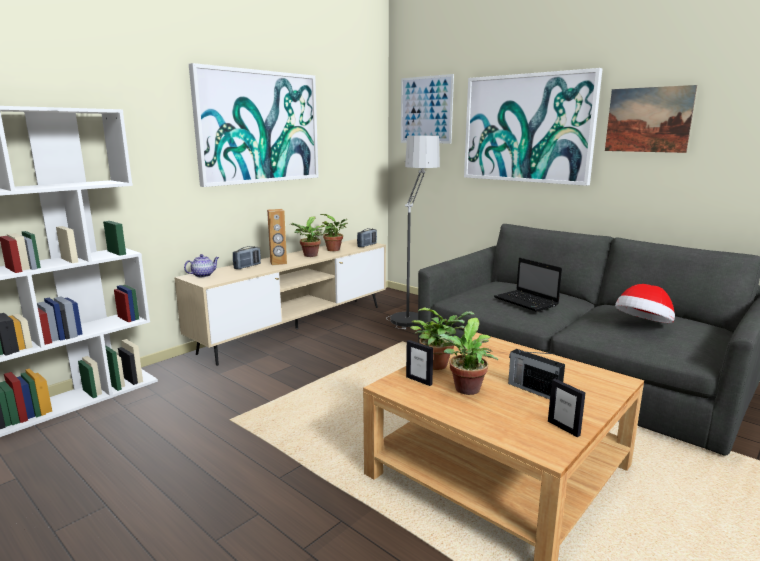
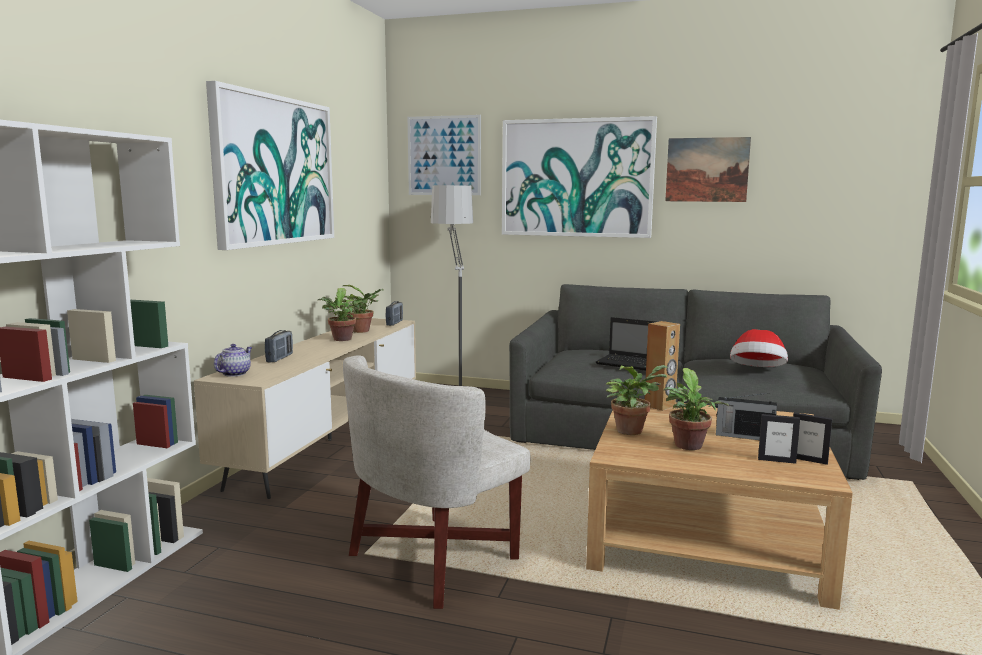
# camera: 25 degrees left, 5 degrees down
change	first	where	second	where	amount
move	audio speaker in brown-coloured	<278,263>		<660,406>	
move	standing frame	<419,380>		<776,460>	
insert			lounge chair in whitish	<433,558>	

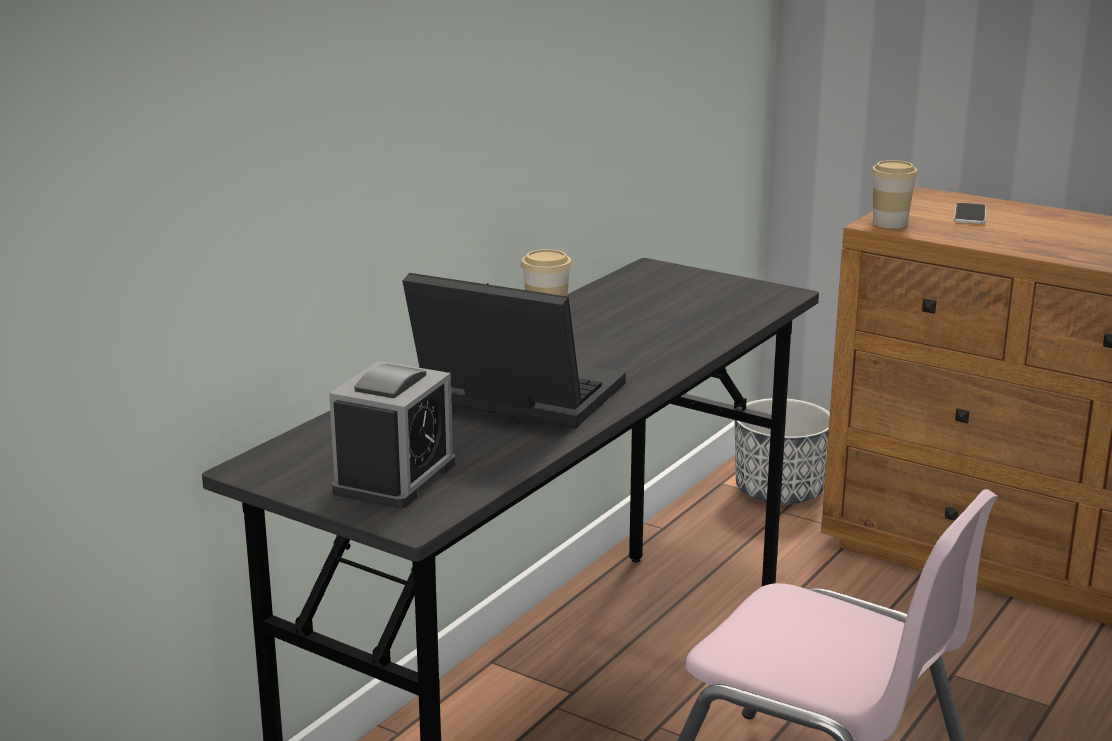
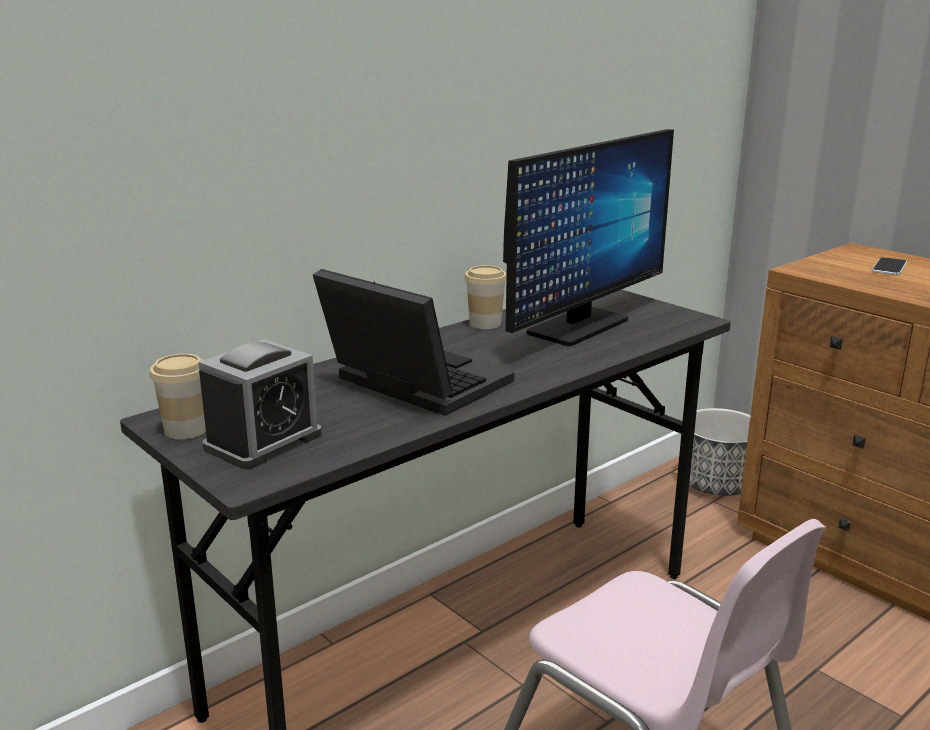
# camera: 15 degrees right, 0 degrees up
change	first	where	second	where	amount
move	drinking cup	<890,223>		<186,430>	
insert			computer screen	<578,327>	

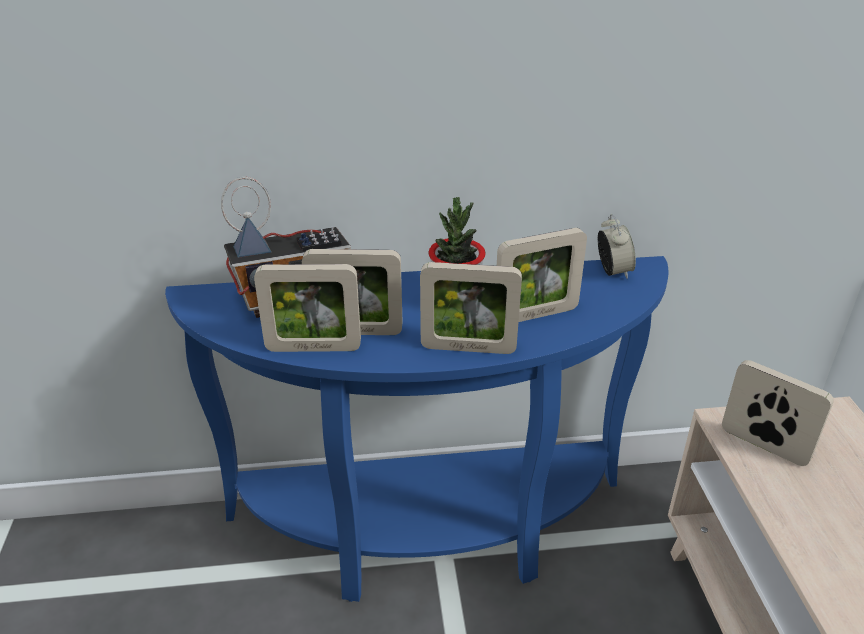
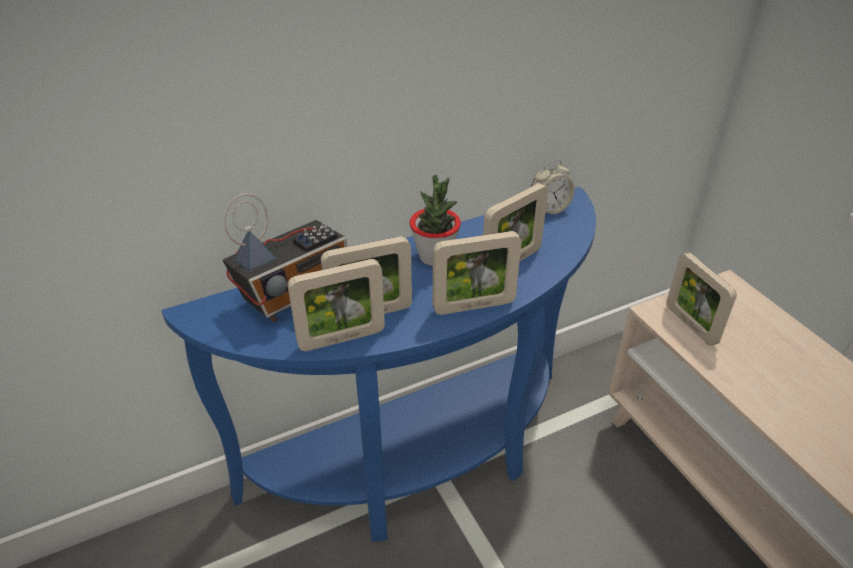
# camera: 20 degrees left, 5 degrees up
change	first	where	second	where	amount
rotate	alarm clock	<612,271>		<549,209>	90 degrees clockwise
rotate	standing frame	<763,445>		<690,325>	135 degrees counterclockwise

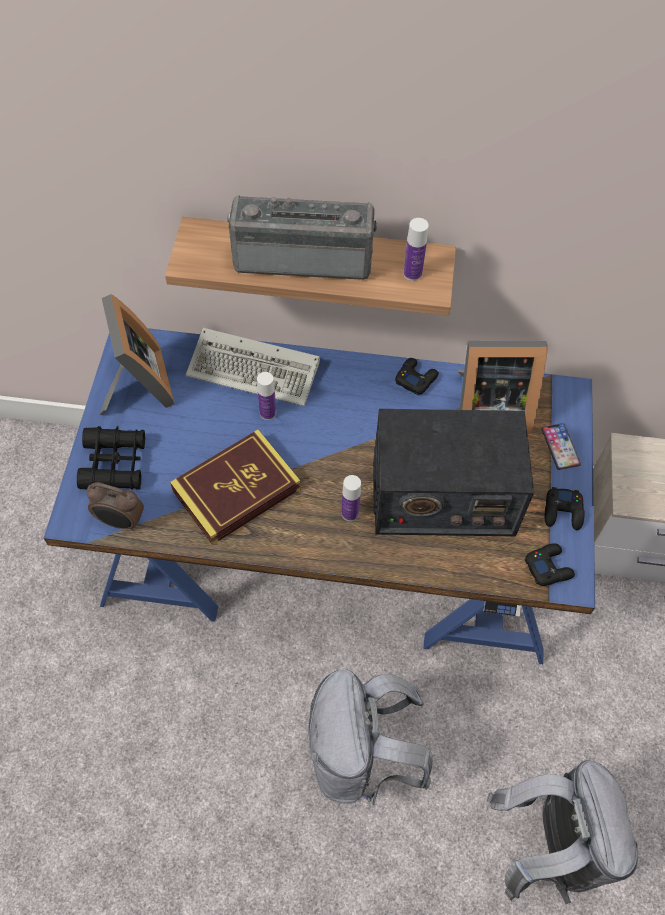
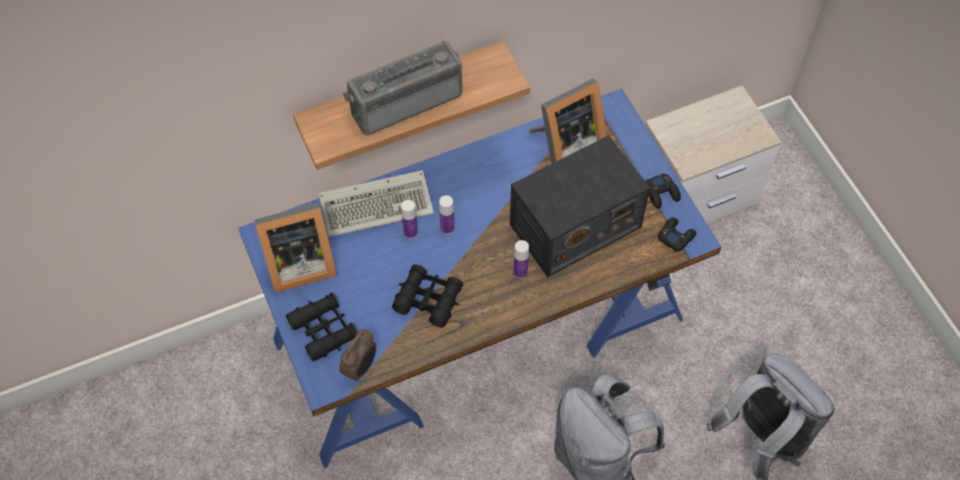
# camera: 30 degrees left, 0 degrees up
change	first	where	second	where	amount
move	bottle	<412,273>		<447,228>	
rotate	standing frame	<138,386>		<297,264>	120 degrees clockwise
delete	joypad in blackish	<415,378>			
delete	handset	<560,447>			
replace	bound book	<236,490>	field glasses in blackish	<428,299>	
rotate	alarm clock	<121,522>		<361,368>	45 degrees counterclockwise

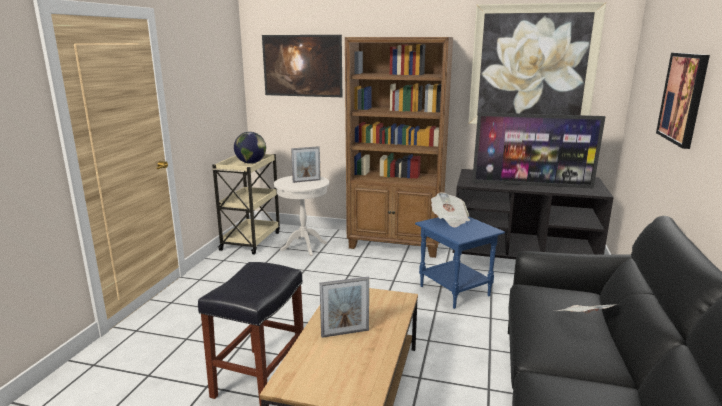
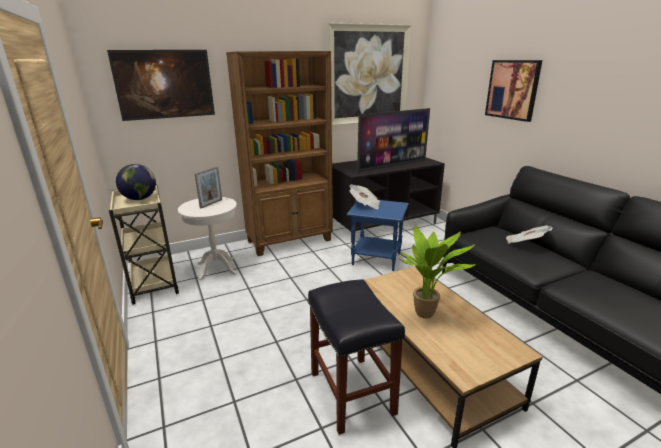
# camera: 40 degrees left, 5 degrees up
change	first	where	second	where	amount
replace	standing frame	<345,333>	plant in a pot	<428,314>	

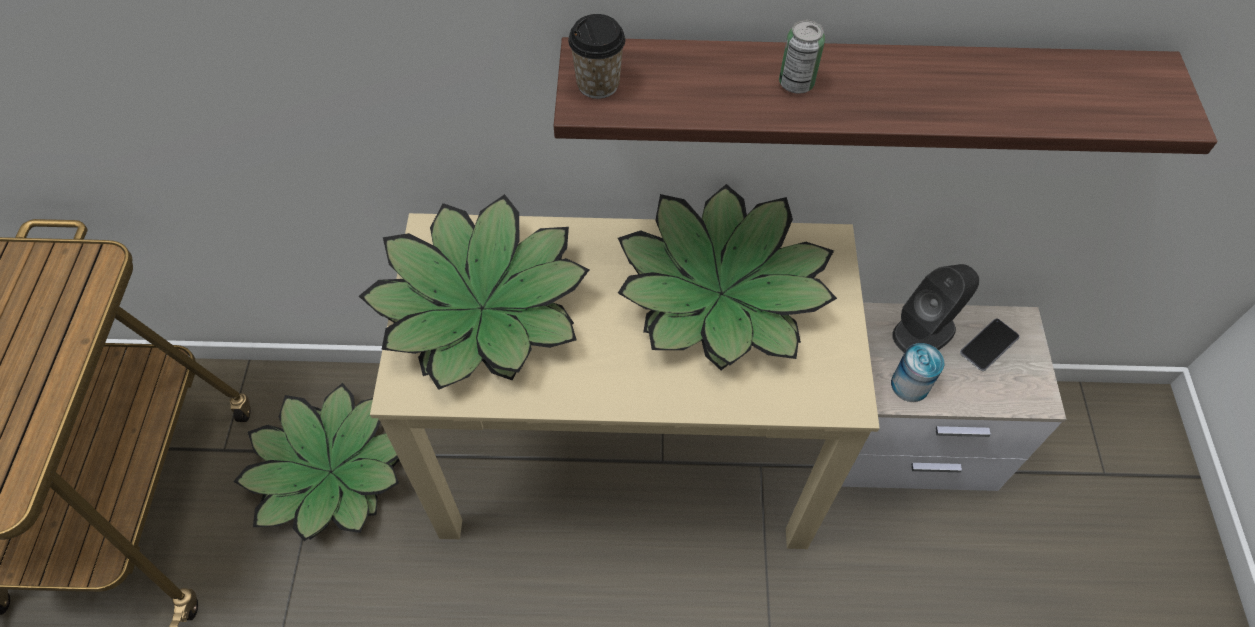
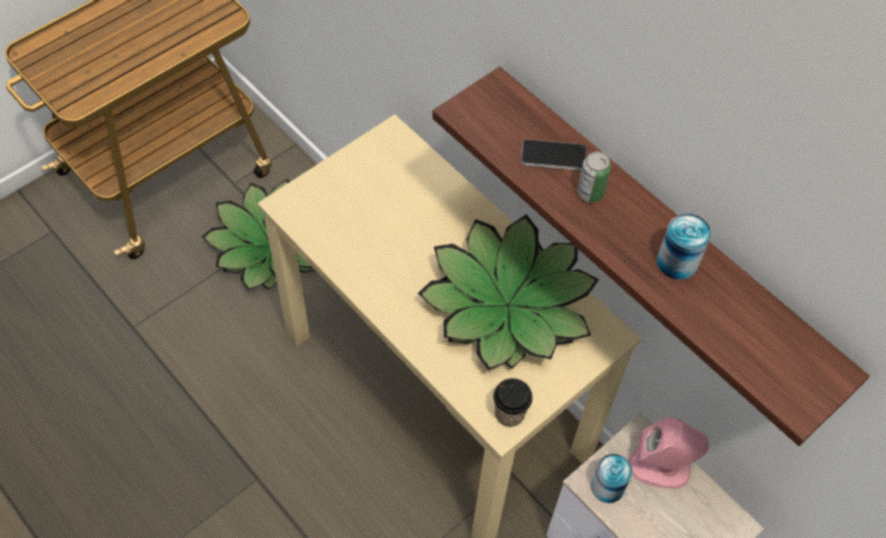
# camera: 45 degrees right, 0 degrees up
change	first	where	second	where	amount
move	drinking cup	<598,84>		<509,414>	
delete	plant in a pot	<481,308>			
recolor	audio speaker in greyish	<924,331>	audio speaker in pink	<660,467>	
move	handset	<989,345>		<553,156>	
insert			can	<677,262>	

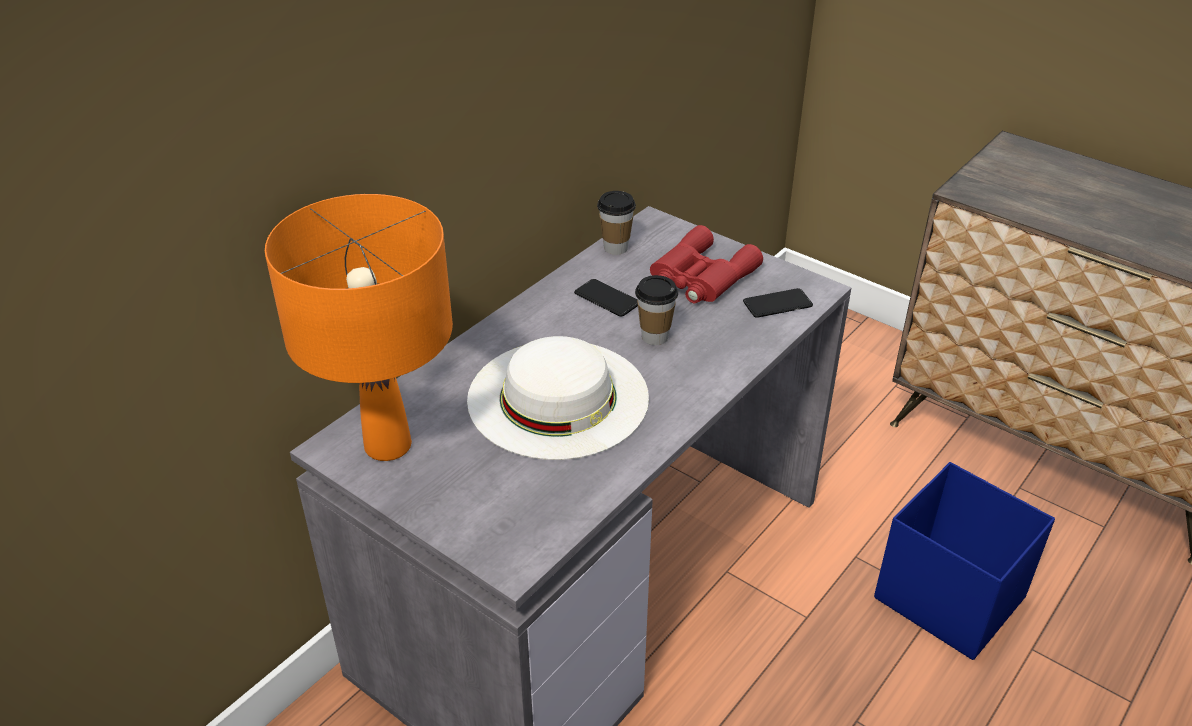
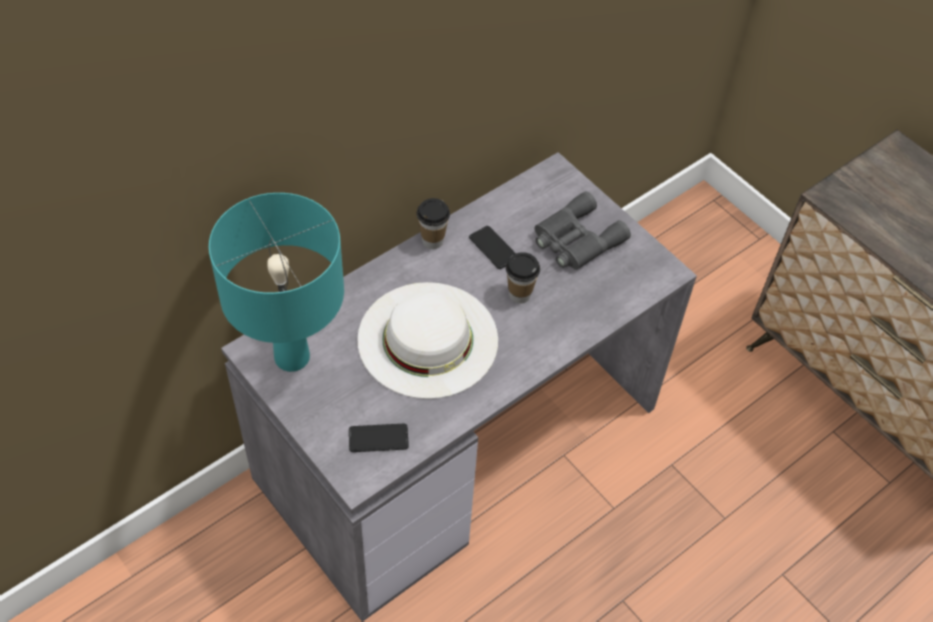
# camera: 10 degrees right, 15 degrees up
change	first	where	second	where	amount
move	drinking cup	<615,248>		<432,241>	
recolor	table lamp in orange	<388,446>	table lamp in blue-green	<292,358>	
recolor	field glasses in red-coloured	<700,277>	field glasses in greyish	<575,240>	
move	handset	<777,304>		<378,438>	
delete	storage box in bluish	<947,597>			

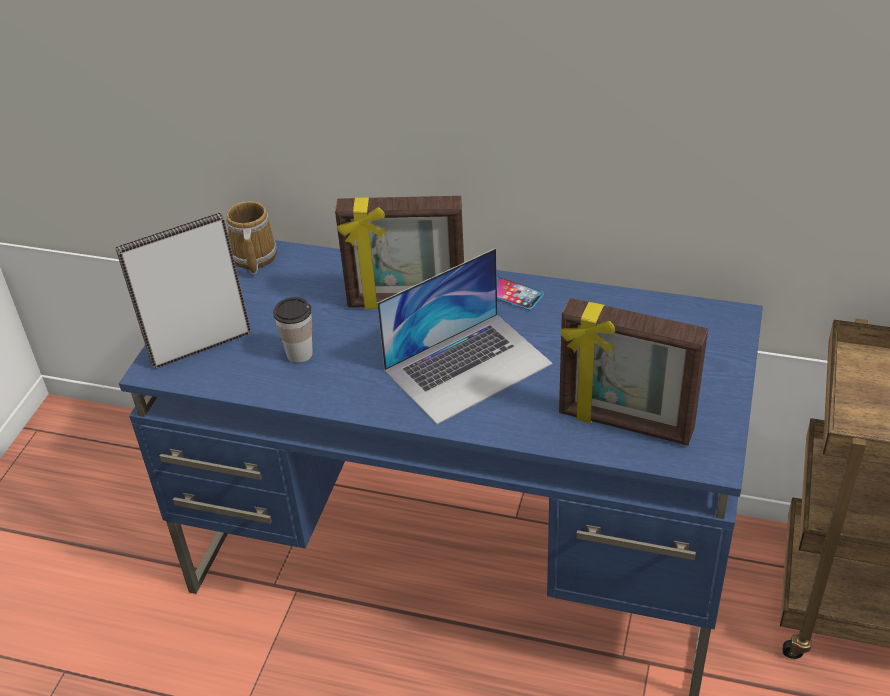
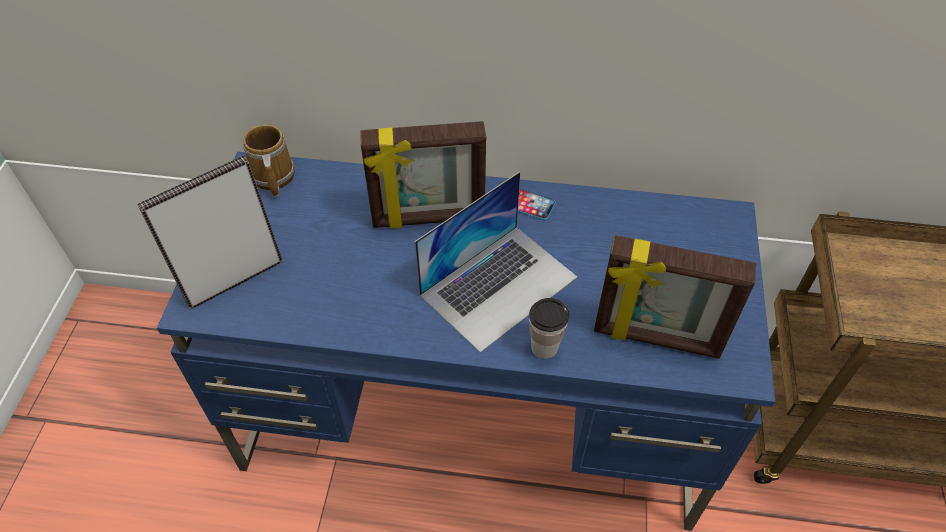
# camera: 10 degrees left, 10 degrees up
change	first	where	second	where	amount
move	drinking cup	<299,354>		<544,347>	

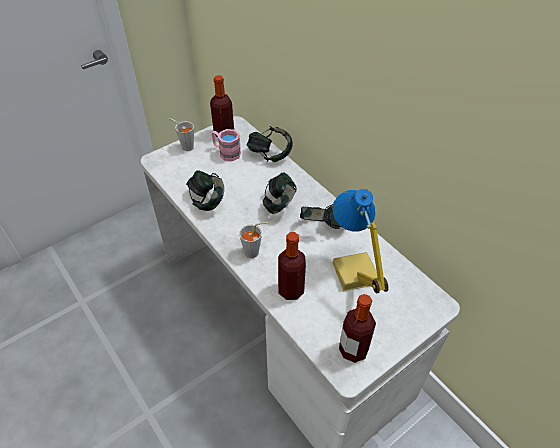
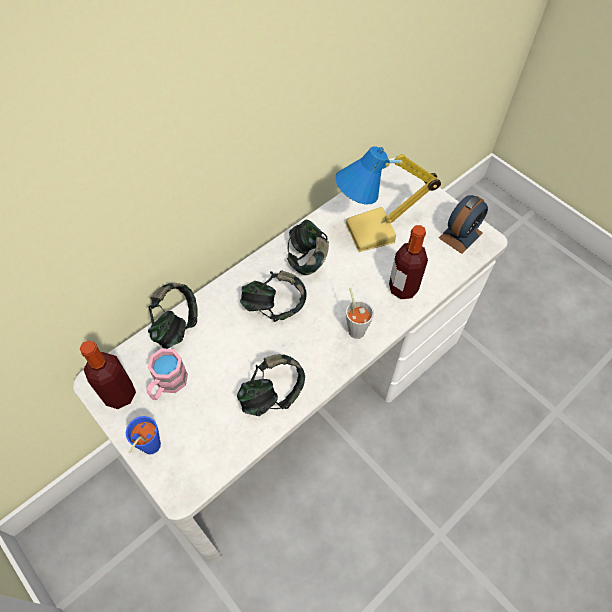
# camera: 95 degrees left, 10 degrees up
change	first	where	second	where	amount
recolor	drinking cup in greyish	<185,146>	drinking cup in bluish	<148,449>	
replace	bottle	<353,350>	alarm clock	<460,235>	

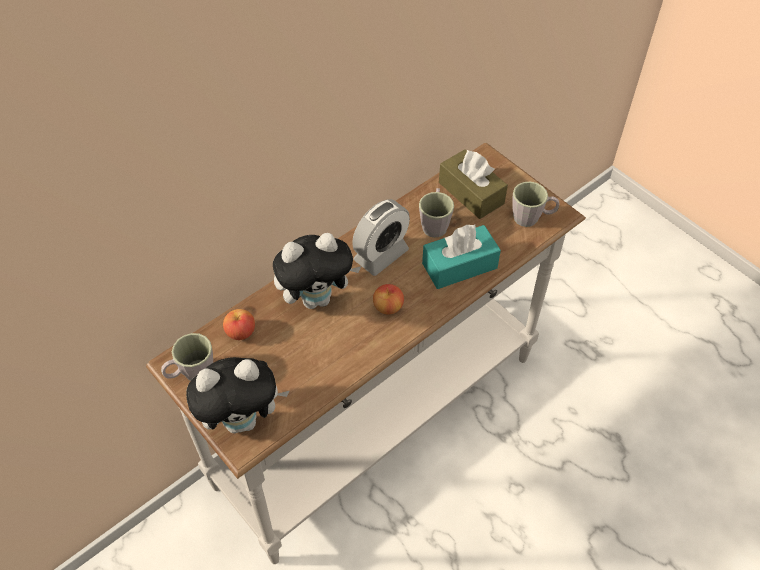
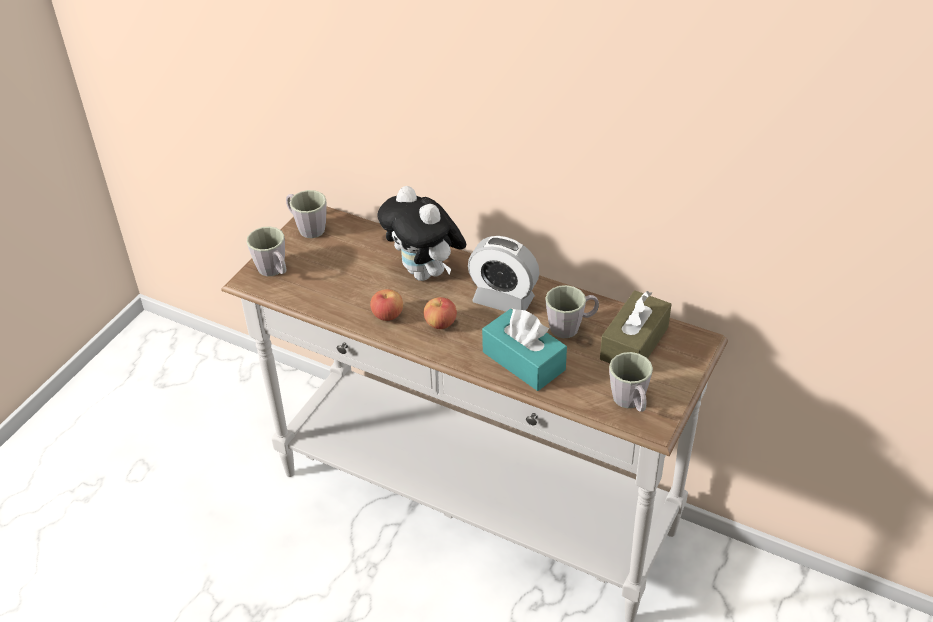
# camera: 70 degrees right, 10 degrees down
change	first	where	second	where	amount
move	apple fruit	<241,332>		<387,315>	
replace	cuddly toy	<243,419>	coffee mug in greyish	<274,271>	

